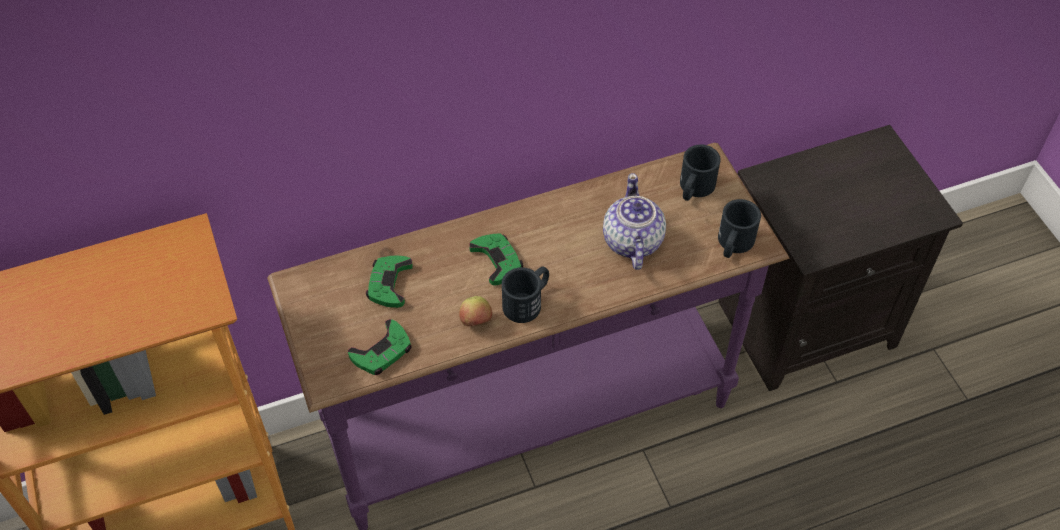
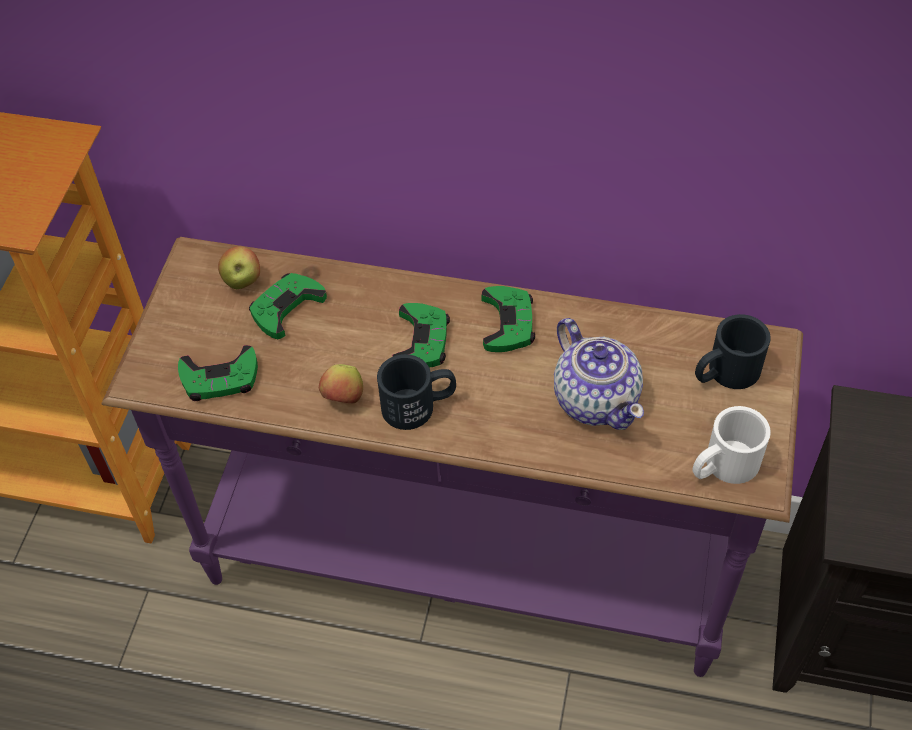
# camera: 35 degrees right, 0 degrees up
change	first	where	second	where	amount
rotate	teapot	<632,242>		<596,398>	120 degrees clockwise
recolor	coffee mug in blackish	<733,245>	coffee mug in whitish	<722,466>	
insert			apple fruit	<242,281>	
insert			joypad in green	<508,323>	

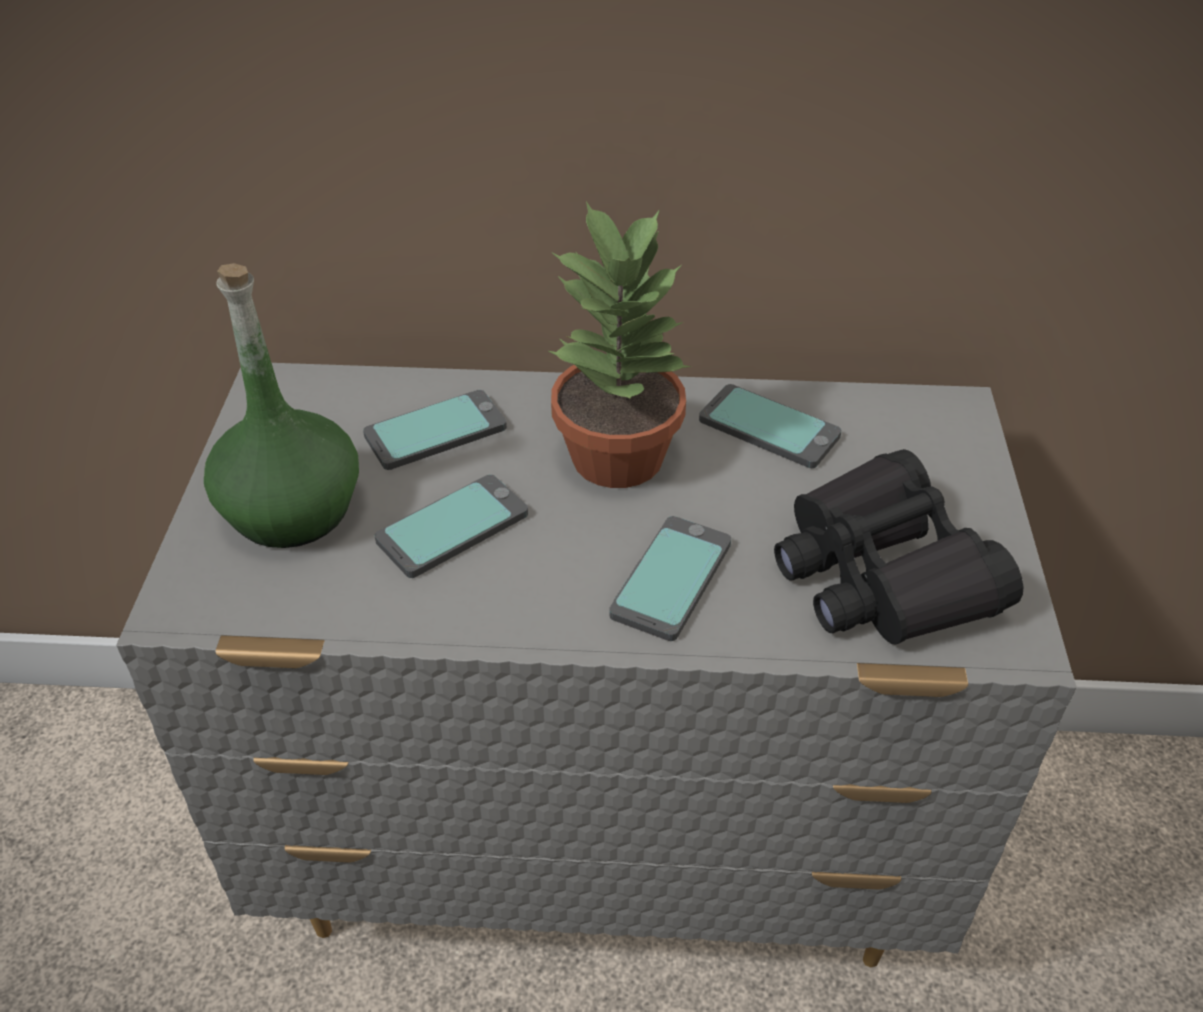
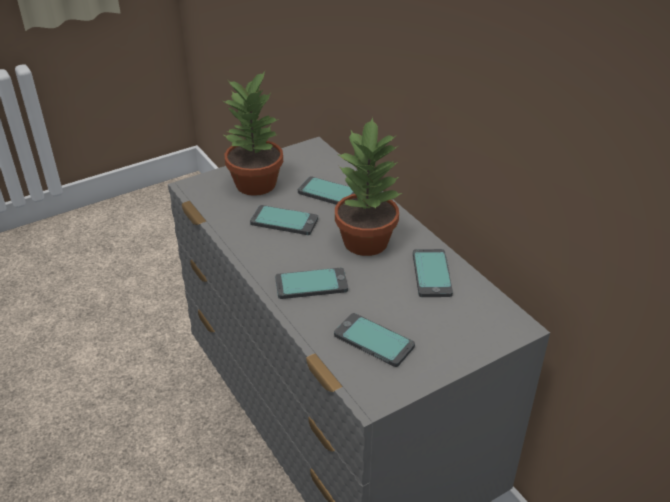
# camera: 55 degrees right, 5 degrees down
change	first	where	second	where	amount
replace	bottle in green	<292,509>	plant in a pot	<257,184>	
replace	field glasses in blackish	<881,574>	handset	<373,341>	

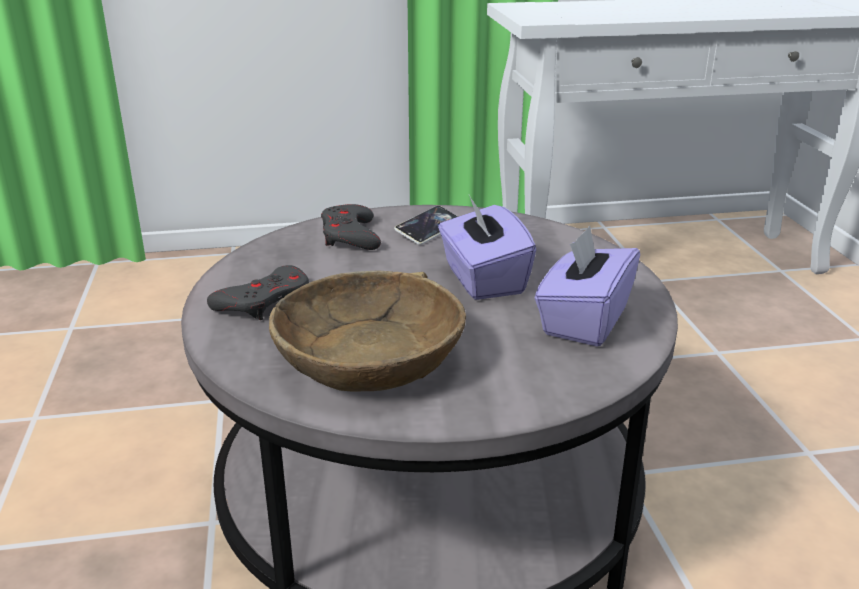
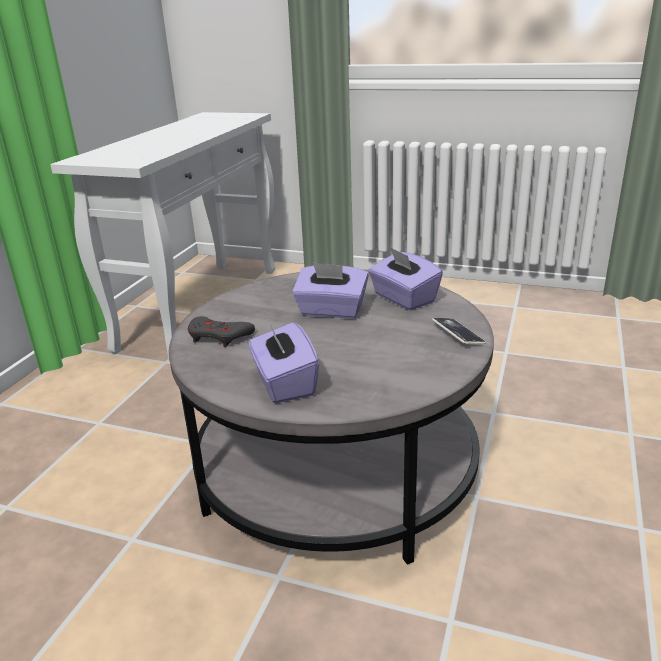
# camera: 60 degrees left, 0 degrees up
change	first	where	second	where	amount
move	handset	<429,229>		<458,334>	
replace	joypad in greyish	<265,301>	tissue box in purple	<284,383>	
delete	bowl in brown-coloured	<369,355>			

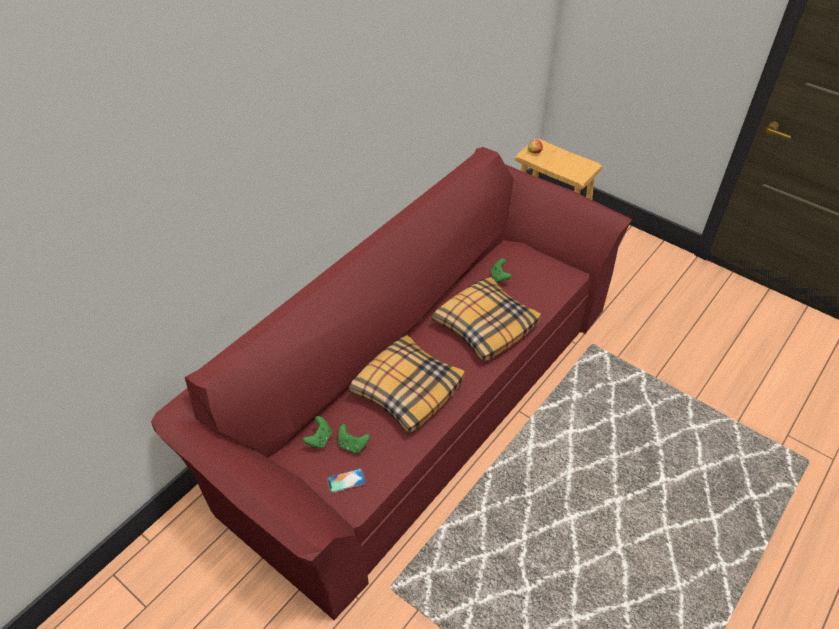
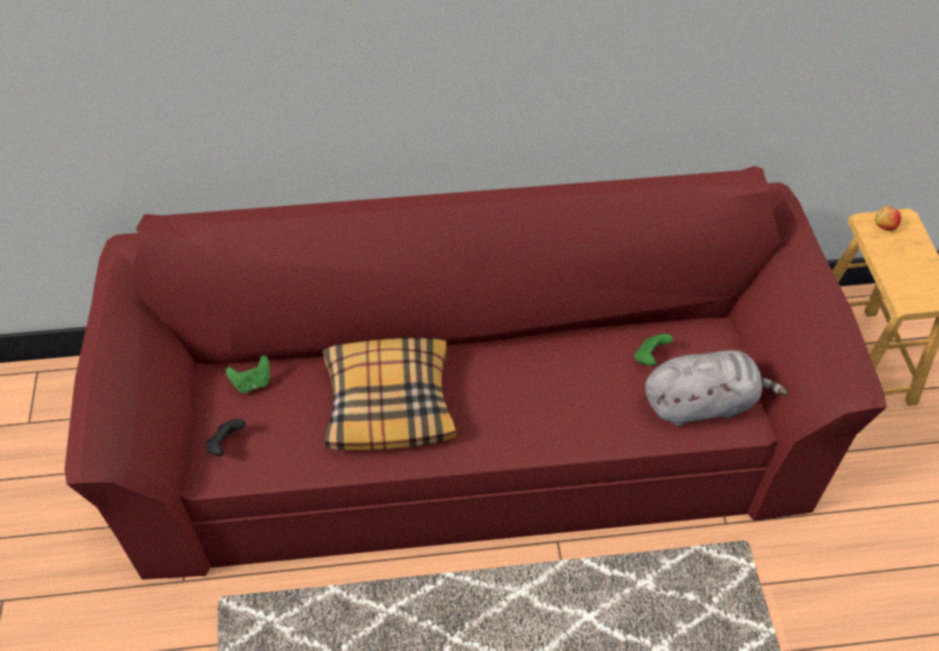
# camera: 45 degrees right, 5 degrees up
change	first	where	second	where	amount
delete	cushion	<485,325>			
delete	joypad in green	<352,445>			
replace	handset	<346,480>	joypad in blackish	<226,444>	
insert			cuddly toy in greyish	<702,403>	

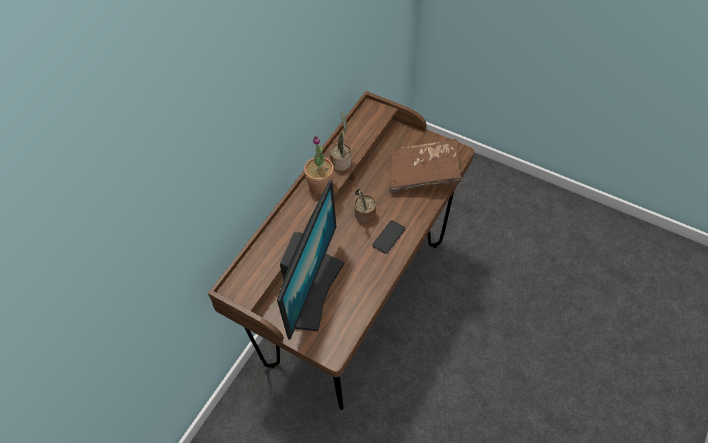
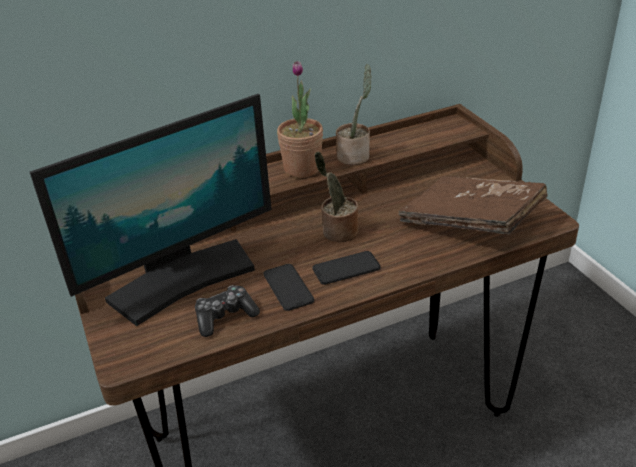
# camera: 35 degrees right, 20 degrees down
change	first	where	second	where	amount
insert			handset	<288,287>	
insert			joypad	<225,317>	

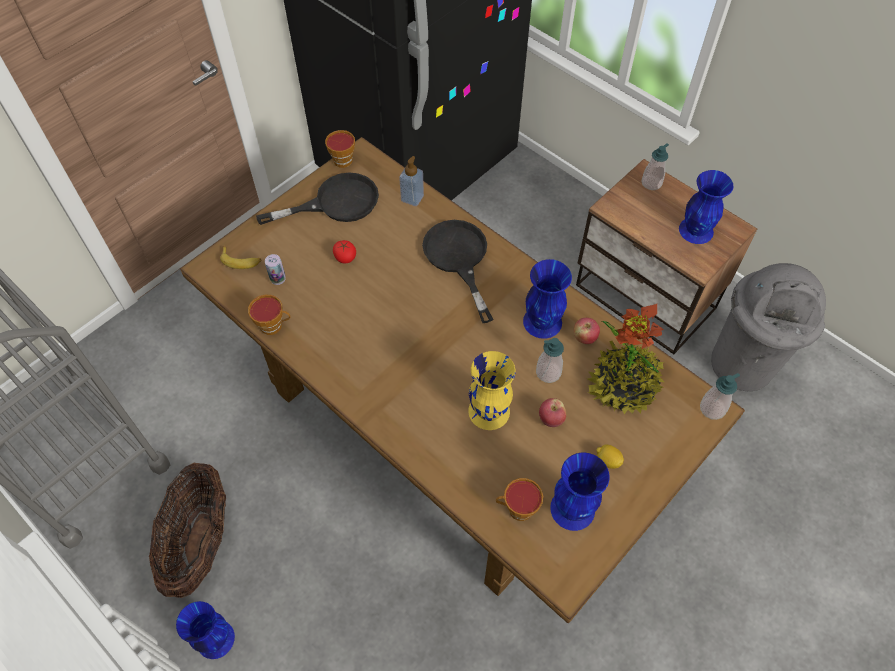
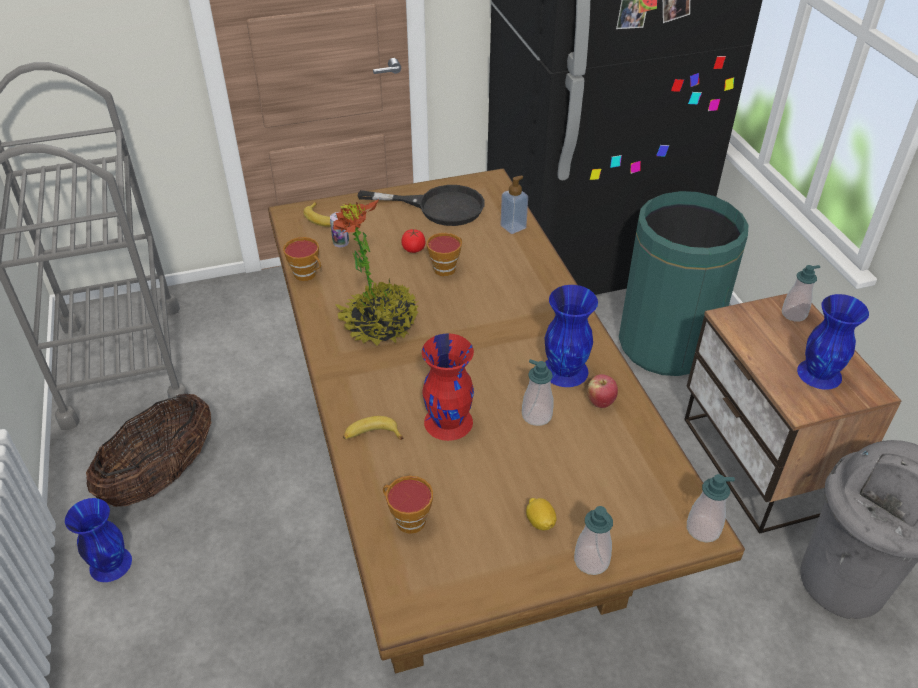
# camera: 30 degrees right, 15 degrees down
change	first	where	second	where	amount
move	drinking cup	<343,158>		<446,267>	
delete	frying pan in blackish	<458,259>			
move	plant in a pot	<623,386>		<379,324>	
recolor	vase in yellowish	<489,410>	vase in red-coloured	<449,421>	
delete	apple fruit	<551,419>			
delete	vase in bluish	<573,509>			
insert			waste bin in green	<666,344>	
insert			banana	<371,435>	
insert			liquid soap bottle	<591,561>	

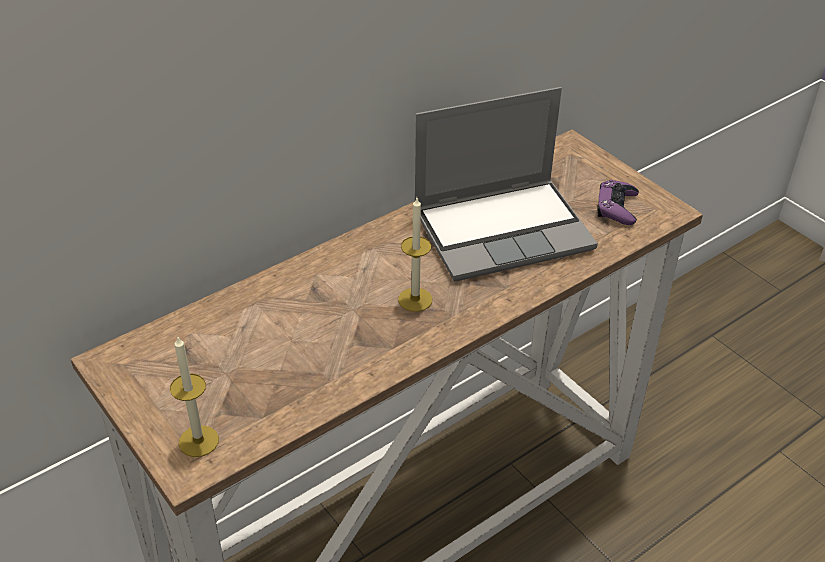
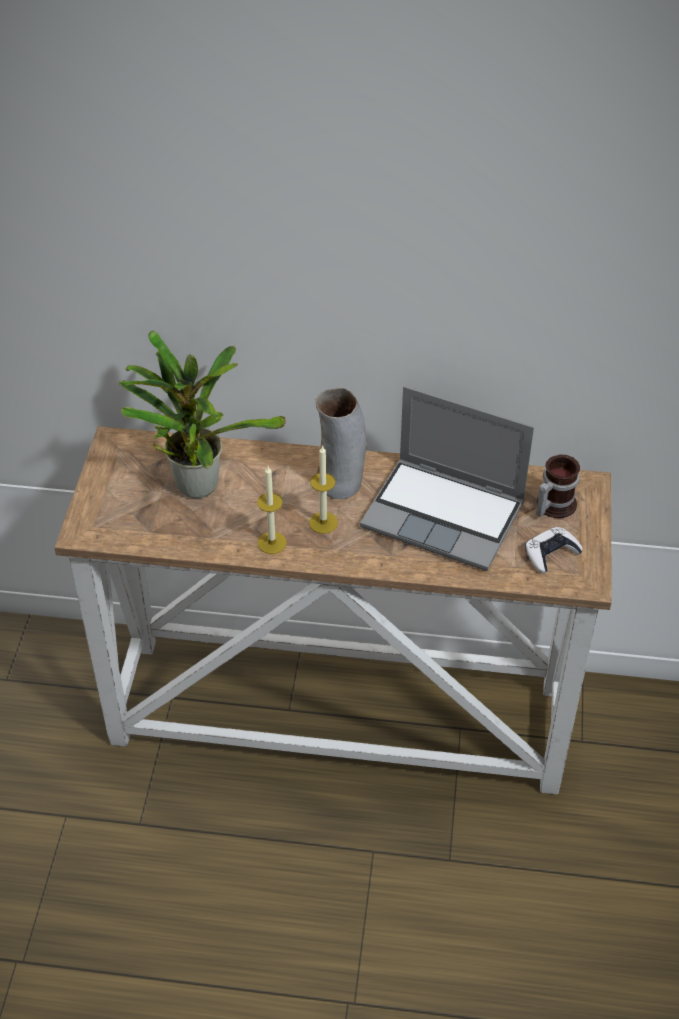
# camera: 45 degrees right, 5 degrees up
change	first	where	second	where	amount
recolor	joypad in purple	<617,207>	joypad in whitish	<551,553>	
move	wax light	<198,441>		<272,543>	
insert			plant in a pot	<195,481>	
insert			vase	<340,481>	
insert			coffee mug	<552,505>	

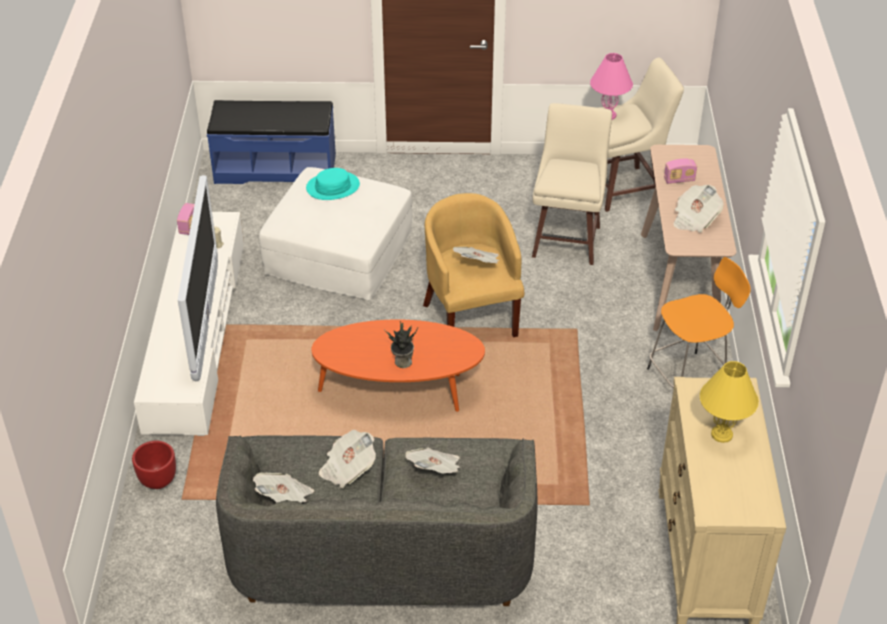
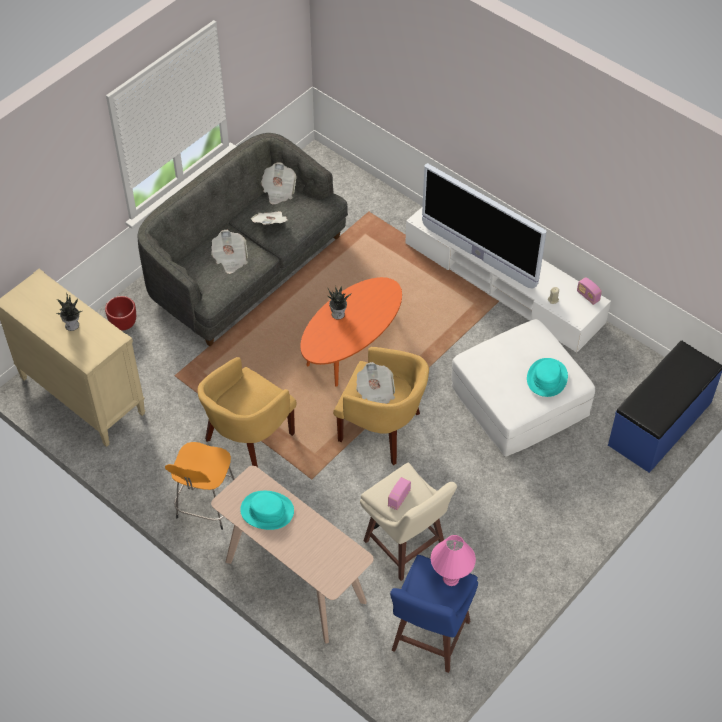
# camera: 130 degrees right, 10 degrees up
change	first	where	second	where	amount
recolor	sitting stool in beige	<625,189>	sitting stool in bluish	<429,637>	
move	radio set	<679,180>		<399,498>	
replace	newspaper	<694,219>	clothing hat in blue-green	<267,510>	
replace	table lamp in yellowish	<721,434>	plant in a pot	<72,325>	
move	flower pot in red-coloured	<158,481>		<123,324>	
insert			lounge chair in yellowish	<248,440>	

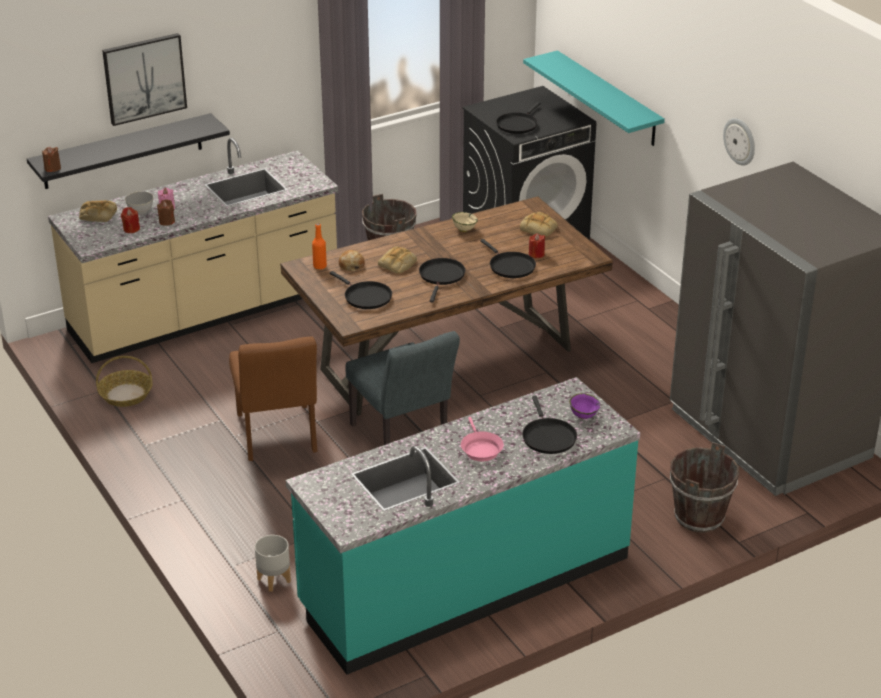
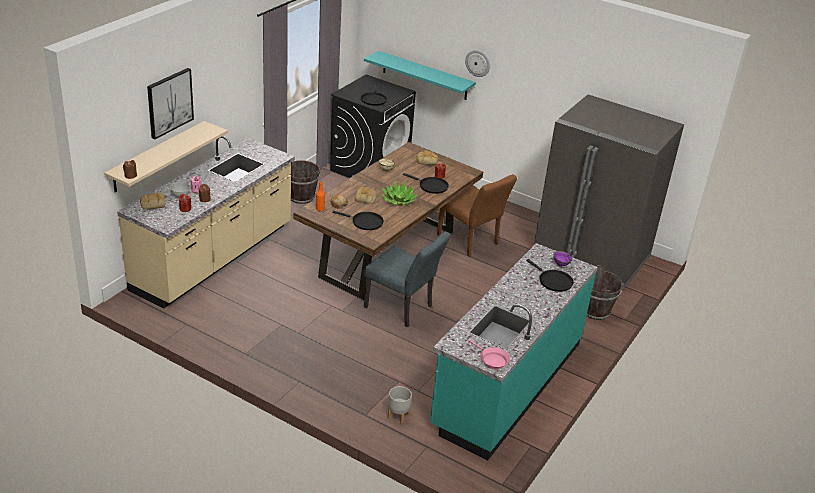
# camera: 30 degrees left, 0 degrees up
change	first	where	second	where	amount
recolor	bracket shelf in blackish	<122,151>	bracket shelf in beige	<157,156>	
move	clock on the wall	<740,141>		<478,63>	
replace	frying pan in blackish	<441,276>	plant in a pot	<398,200>	
move	chair in brown-coloured	<278,438>		<471,242>	
delete	basket	<125,395>			
move	frying pan in pink	<480,449>		<492,360>	

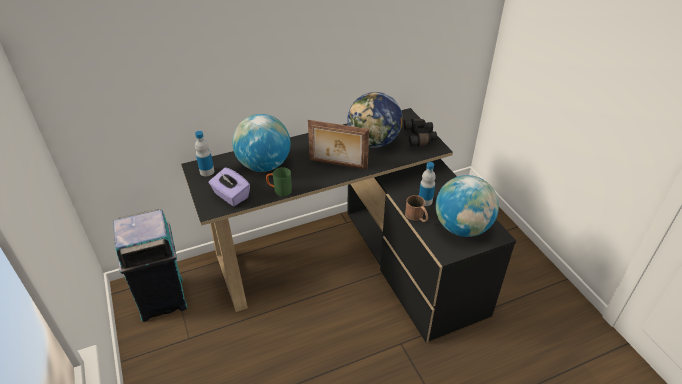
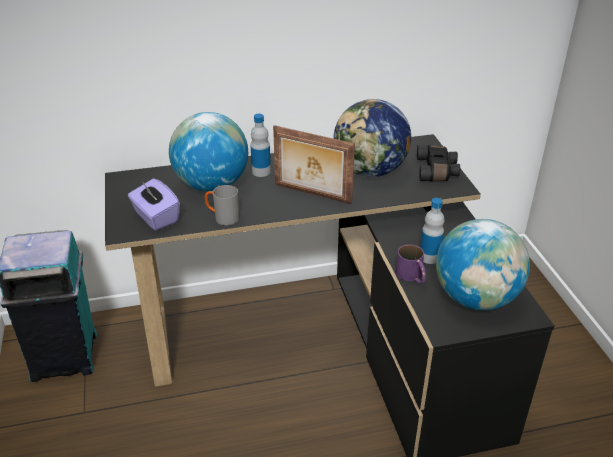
# camera: 10 degrees right, 5 degrees down
change	first	where	second	where	amount
move	bottle	<207,171>		<261,171>	
recolor	coffee mug in green	<279,191>	coffee mug in greyish	<222,218>	
recolor	coffee mug in brown-coloured	<417,217>	coffee mug in purple	<412,276>	

